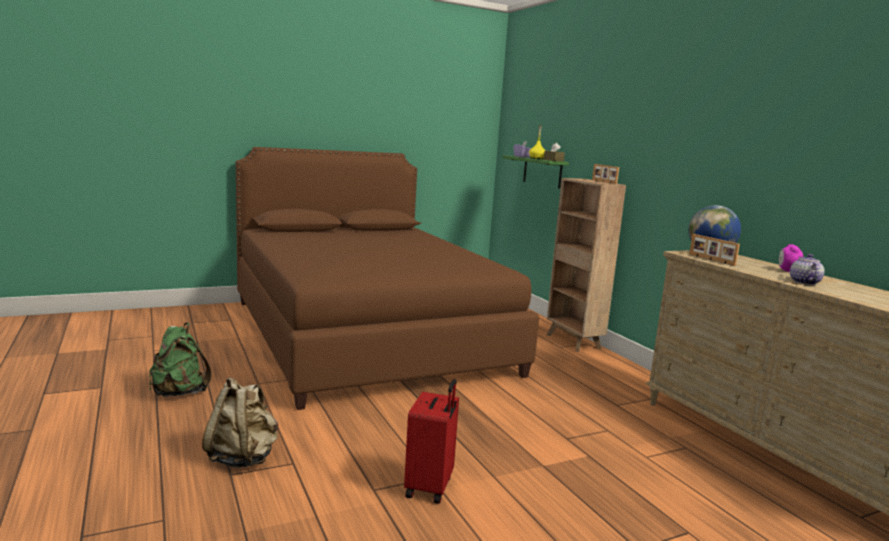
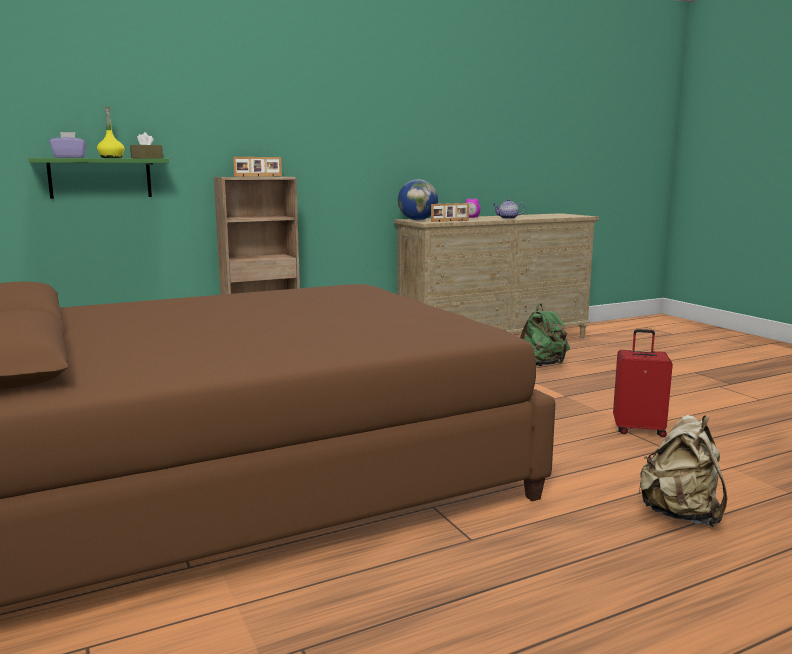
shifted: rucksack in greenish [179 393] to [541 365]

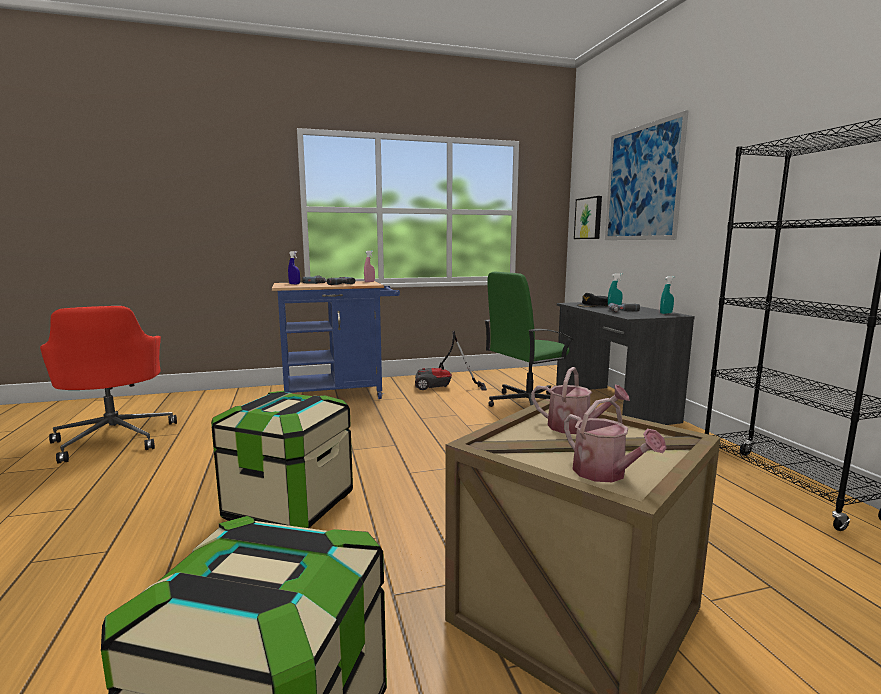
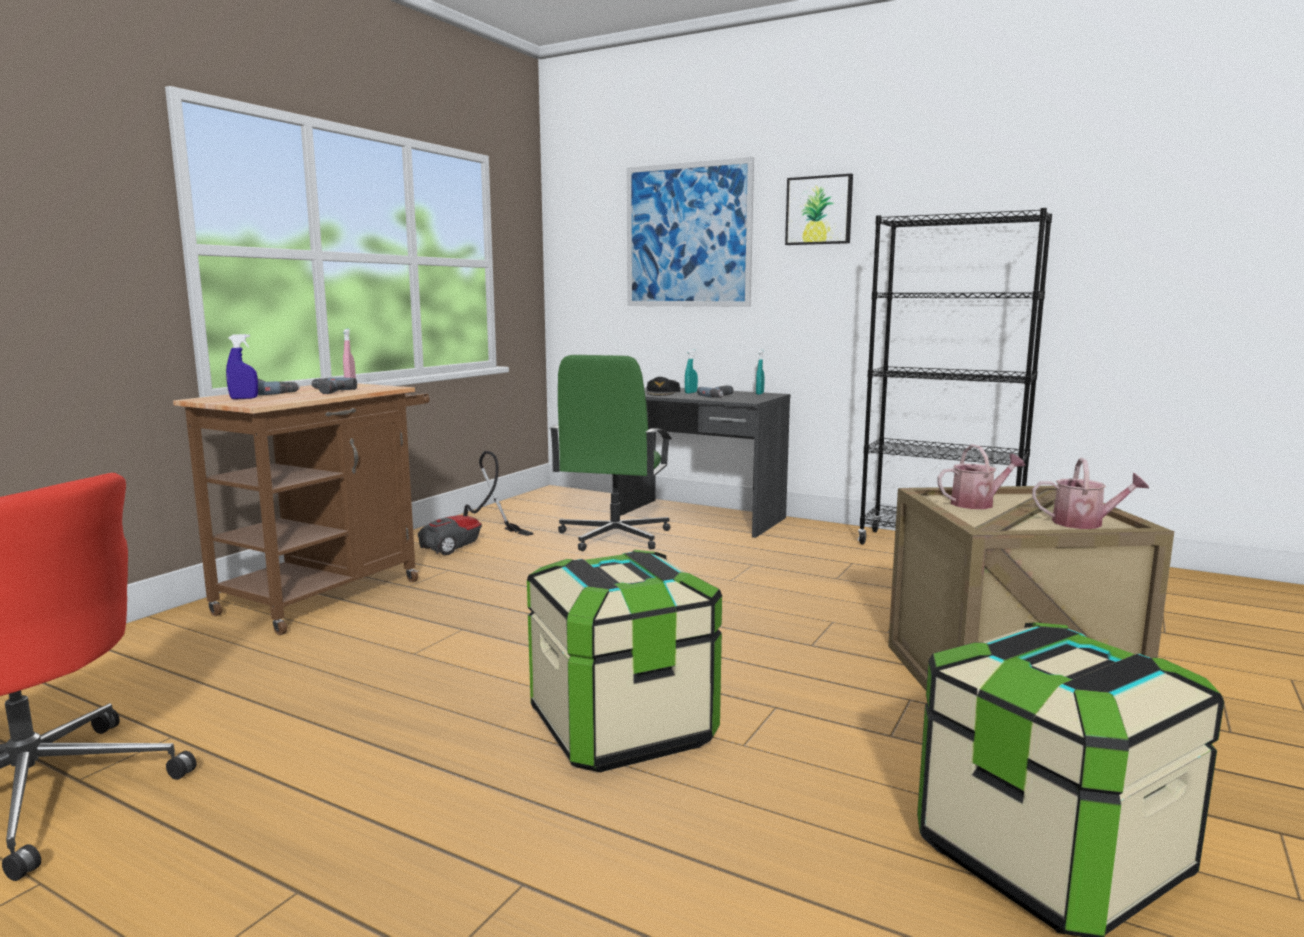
shifted: picture [589 218] to [819 210]
repainted: cart in bluish [340 394] to cart in brown-coloured [329 593]

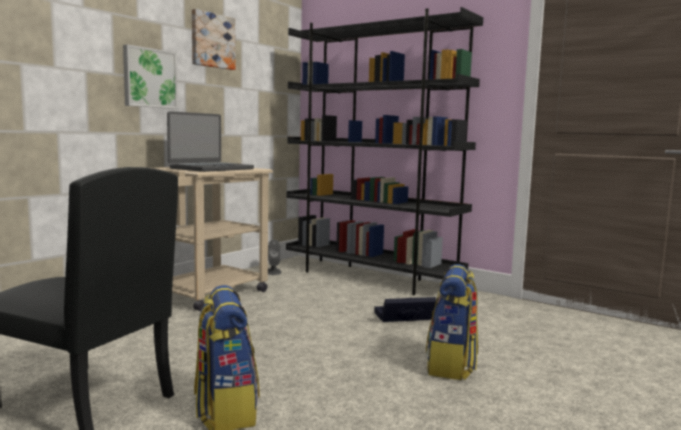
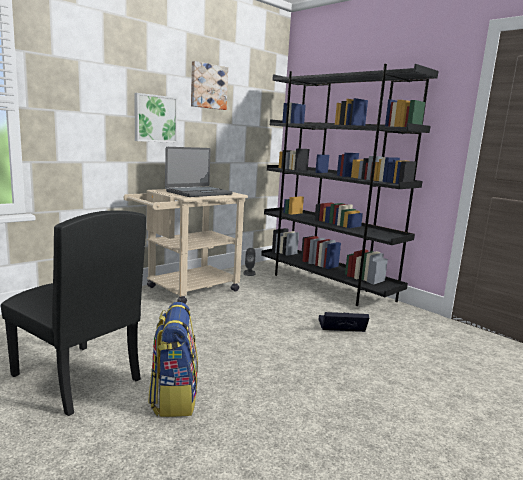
gone: rucksack [451 366]

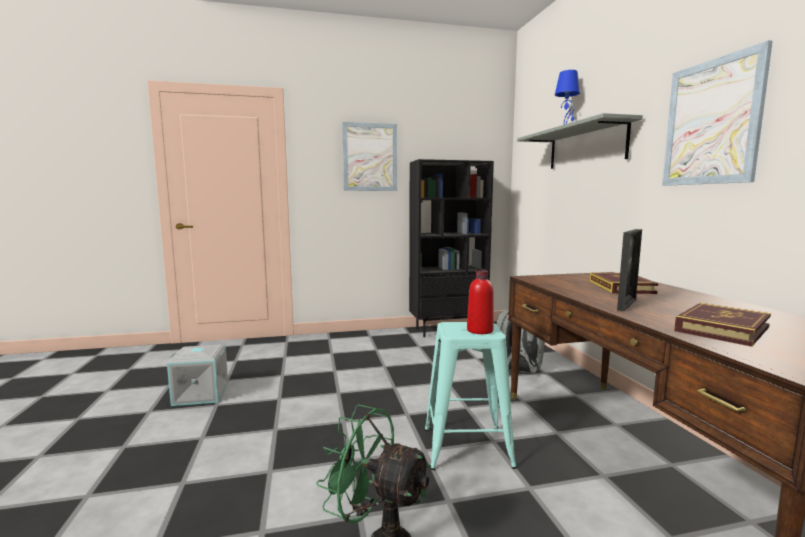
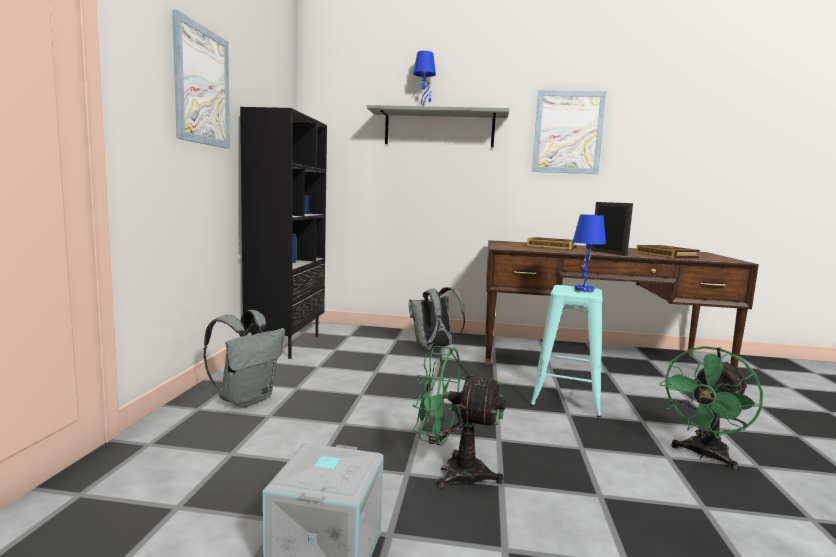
new: rucksack in grey [246 399]; cooling fan in greenish [453 472]
swapped: beverage bottle in red [480 330] to table lamp in bluish [583 289]

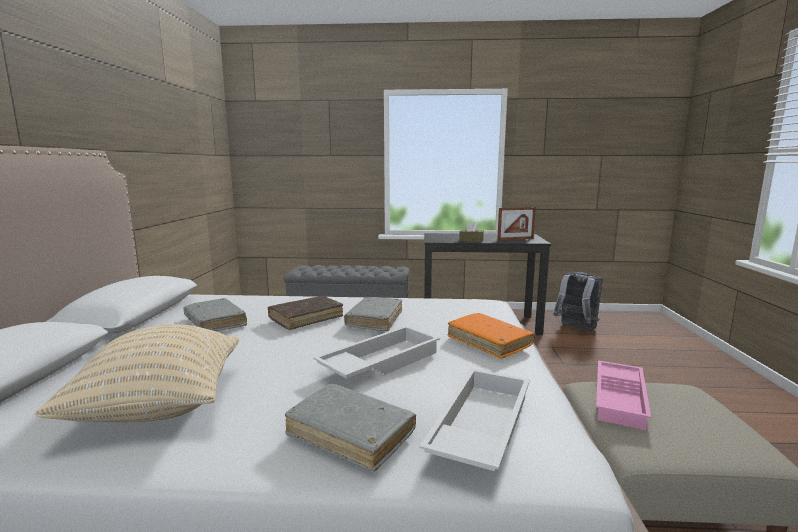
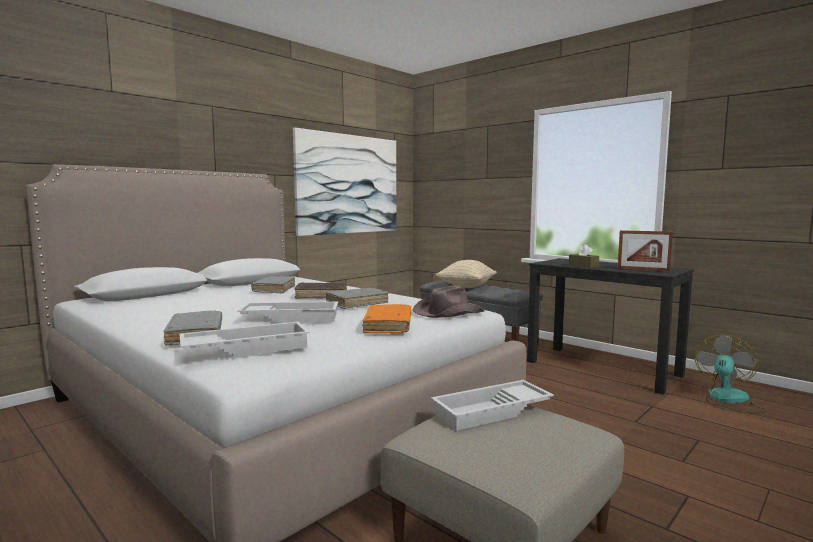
new: picture [348 184]; hat in brown-coloured [447 312]
shifted: throw pillow in sand-coloured [160 407] to [466 287]
swapped: rucksack in grey [576 328] to cooling fan [728 400]
repainted: carrying tray in pink [621 399] to carrying tray in white-coloured [492 412]

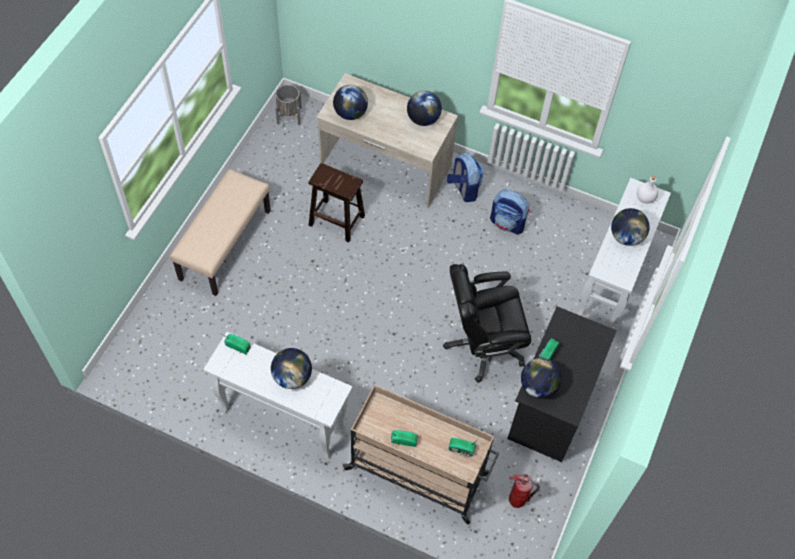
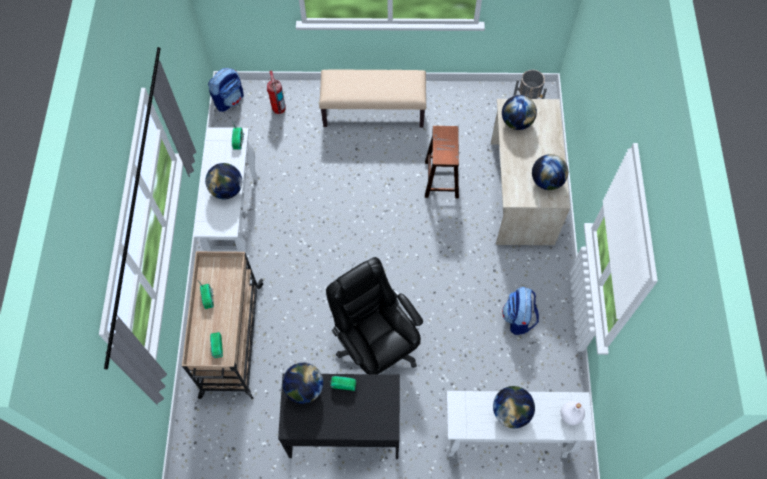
shifted: rucksack [463 189] to [229 100]; fire extinguisher [517 500] to [278 109]

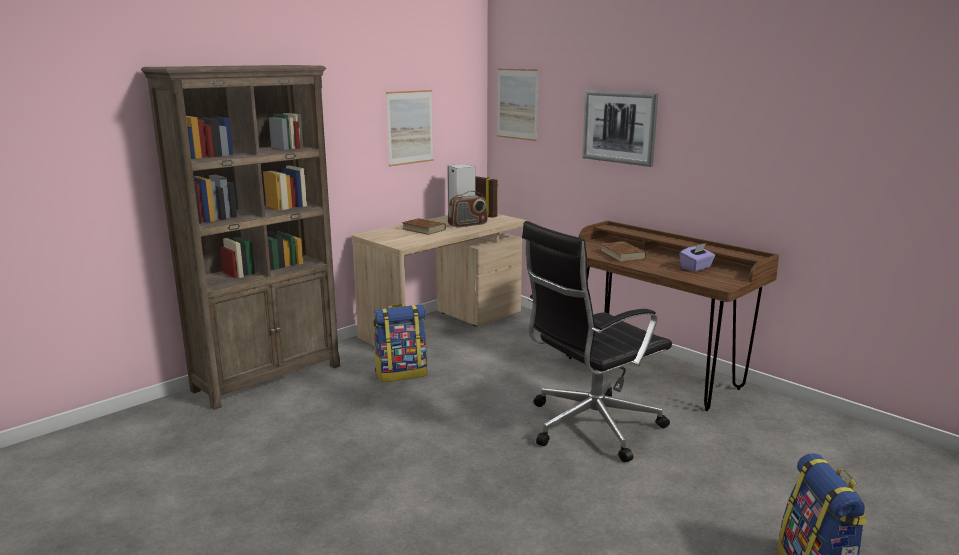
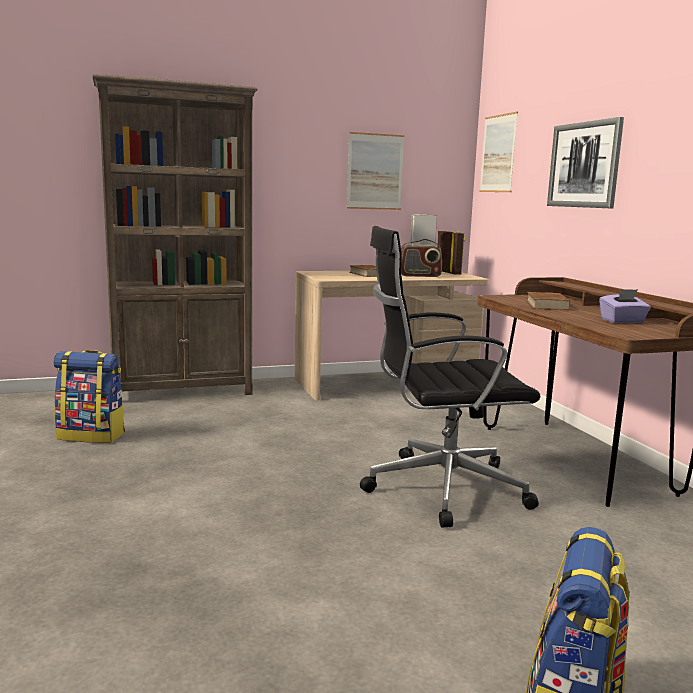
shifted: rucksack [401 373] to [92 435]

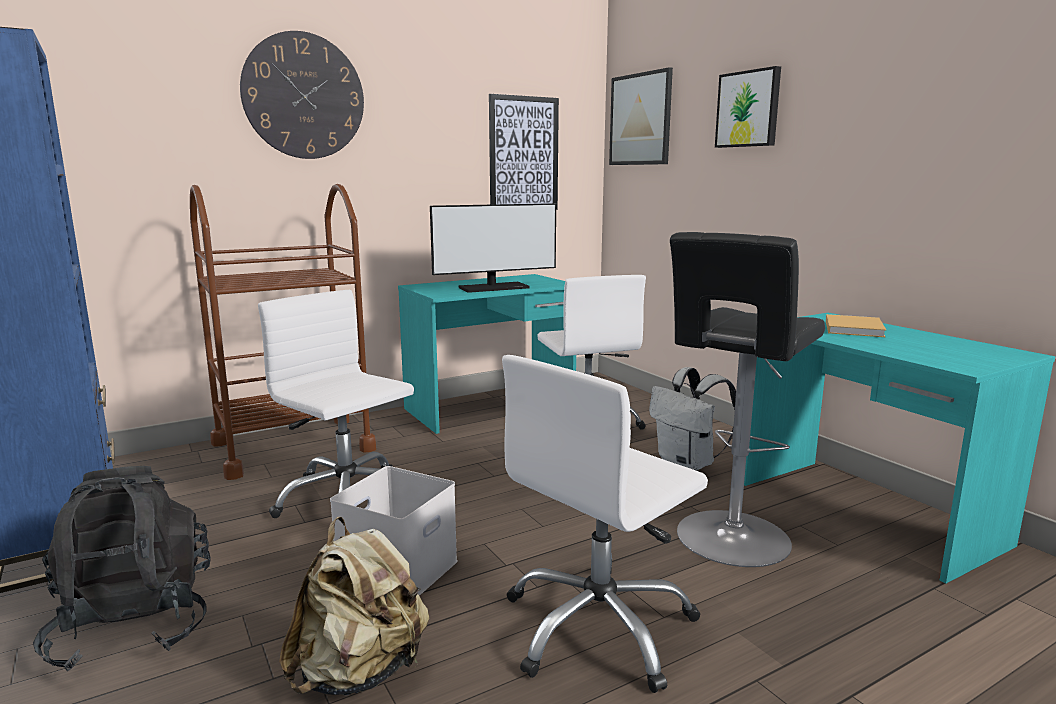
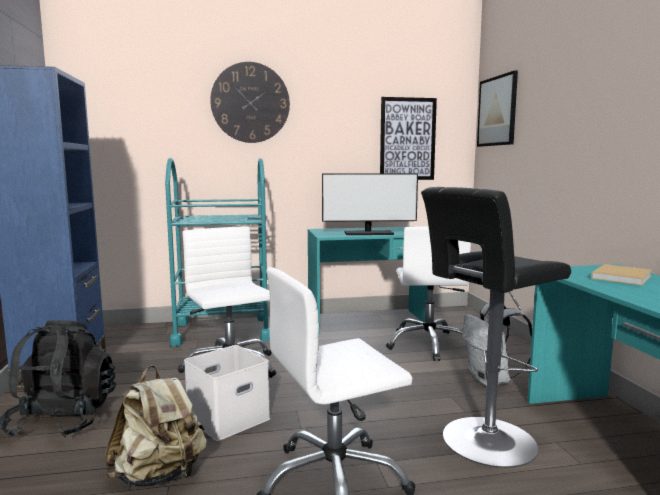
gone: picture [748 109]
repainted: cart in brown-coloured [293 446] to cart in turquoise-coloured [222 331]

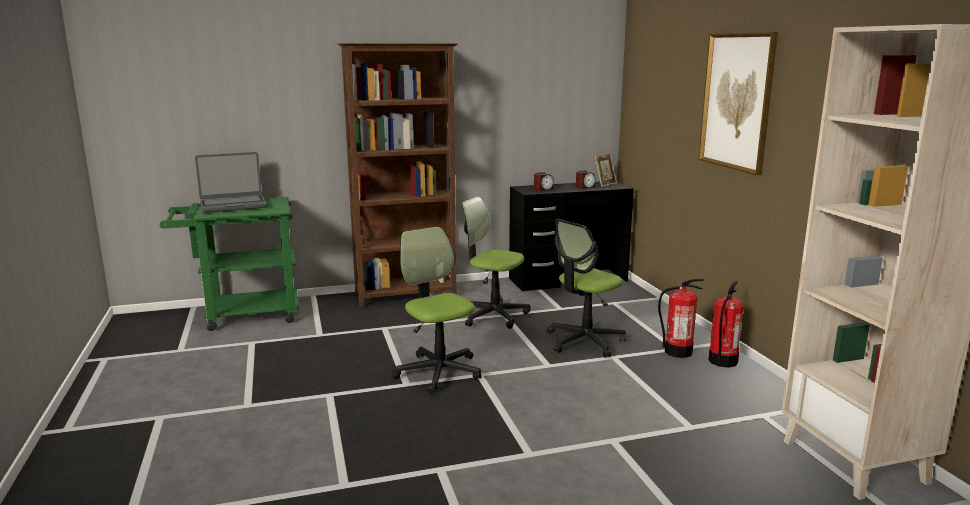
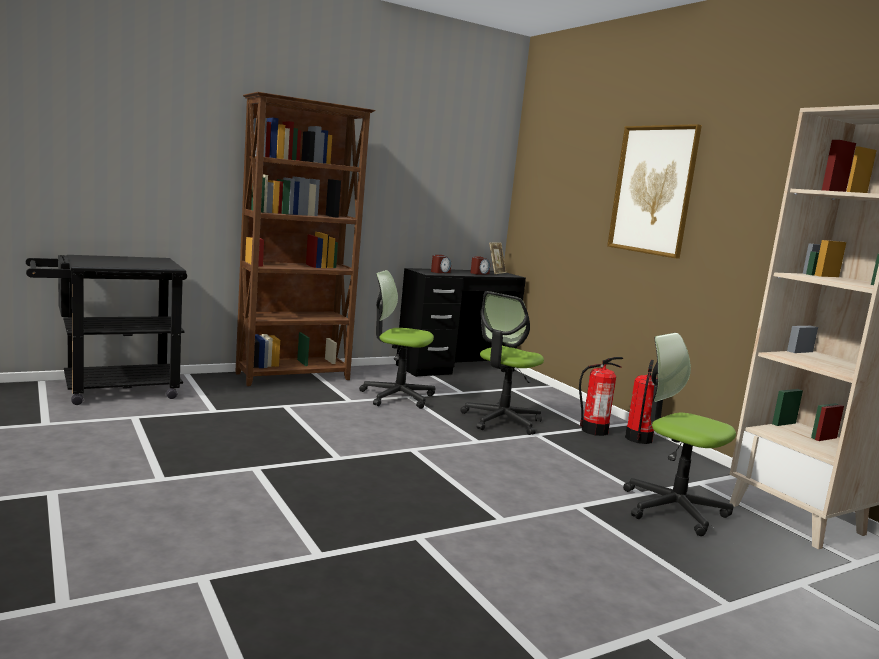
gone: notebook computer [233 205]
shifted: desk chair [438 371] to [673 509]
repainted: cart in greenish [242 315] to cart in black [109 390]

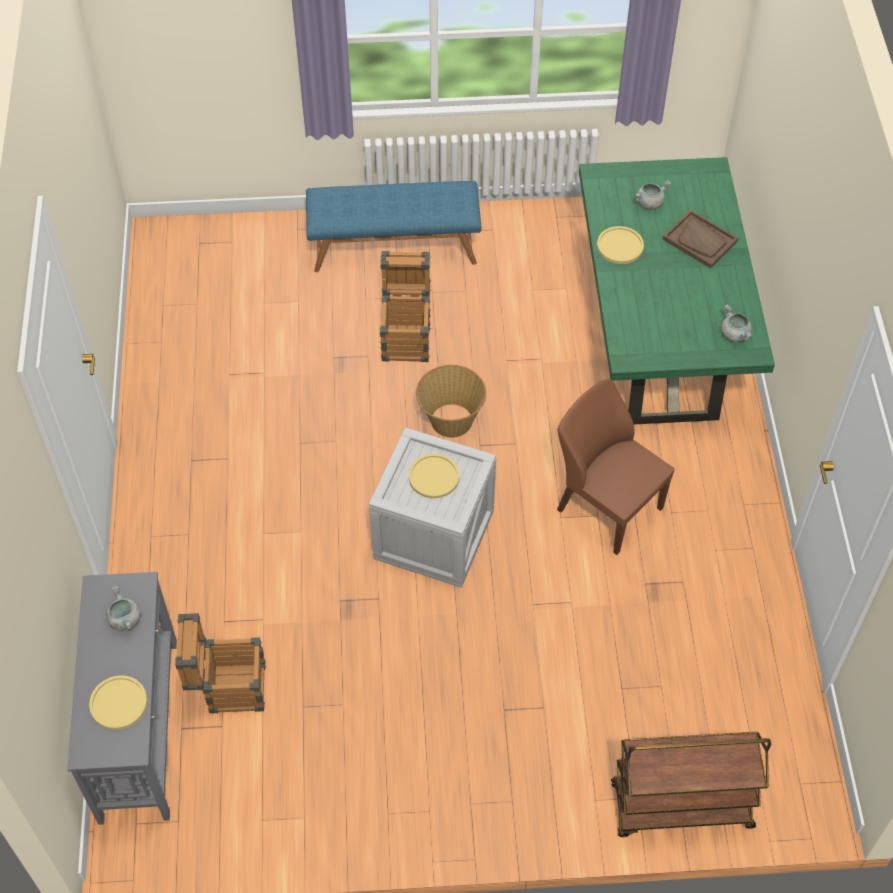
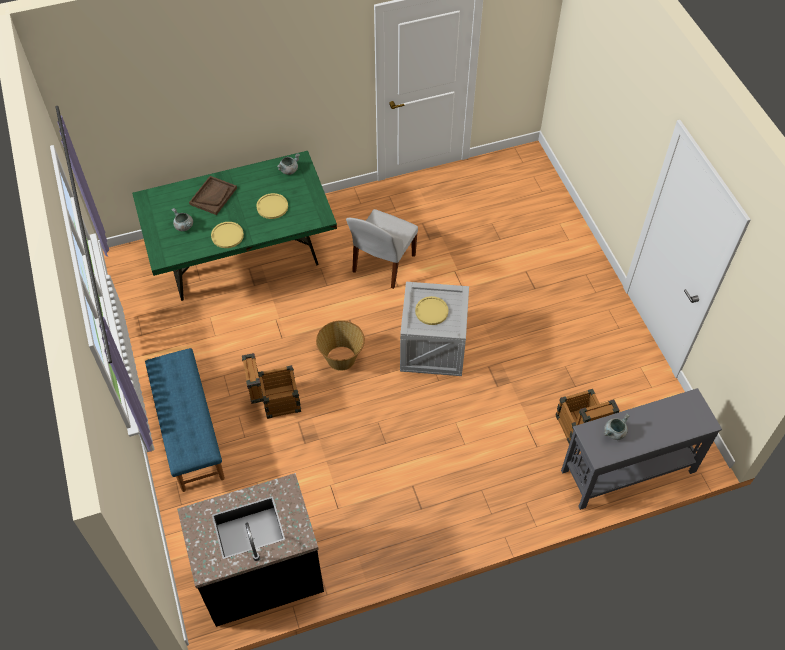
gone: cart in brown-coloured [680 807]
new: counter in black [261 574]
shifted: dinner plate in yellow-coloured [118 703] to [272 206]
repainted: upright chair in brown-coloured [607 507] to upright chair in white-coloured [383 265]

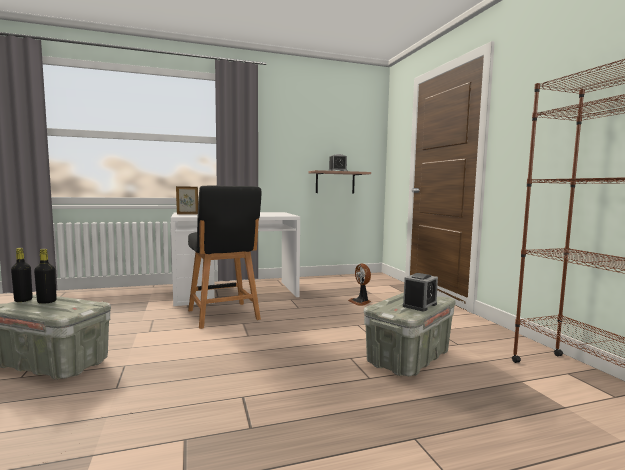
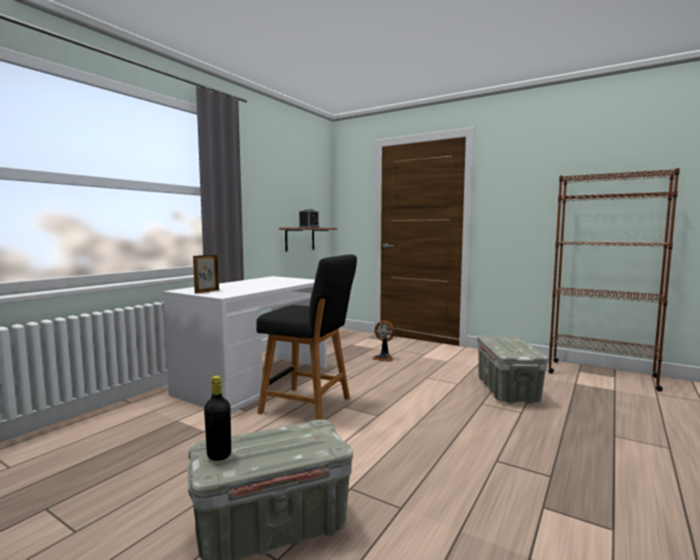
gone: beverage bottle in black [47 301]; alarm clock [419 305]

